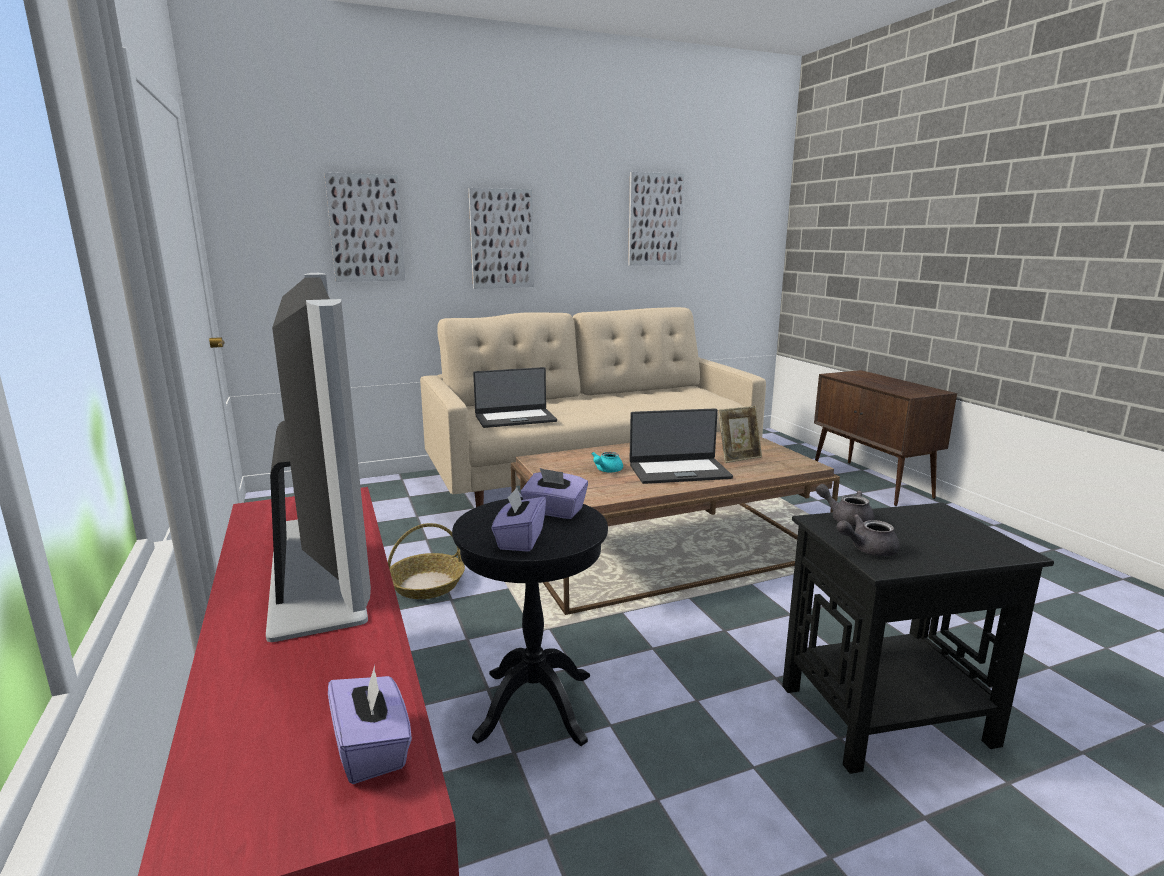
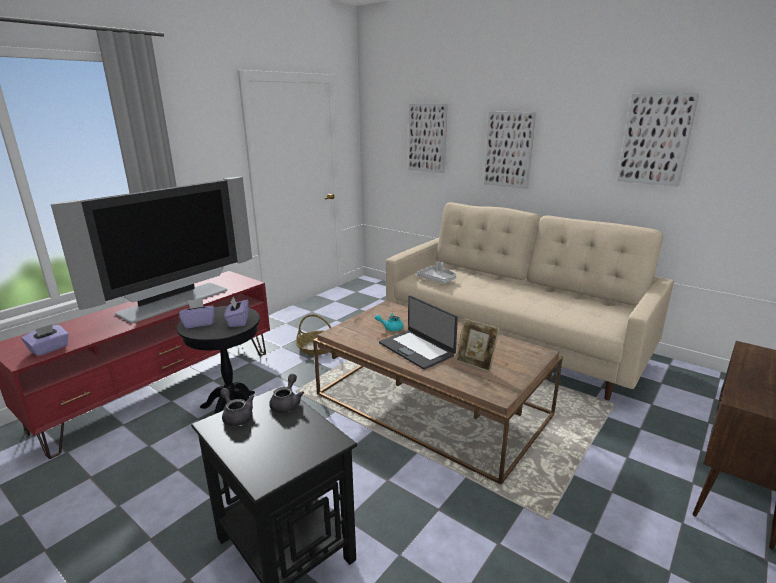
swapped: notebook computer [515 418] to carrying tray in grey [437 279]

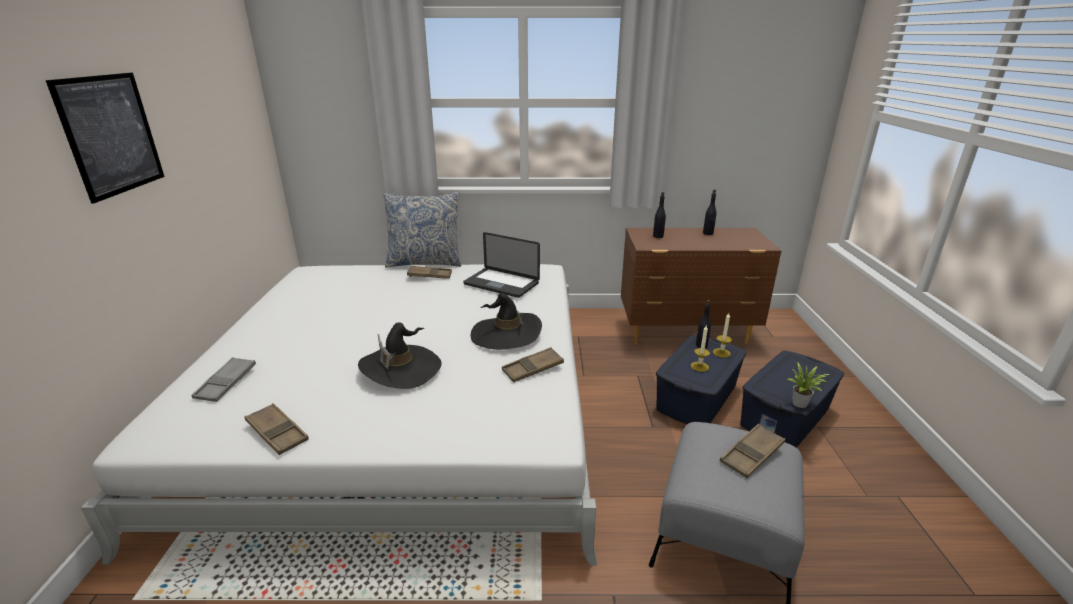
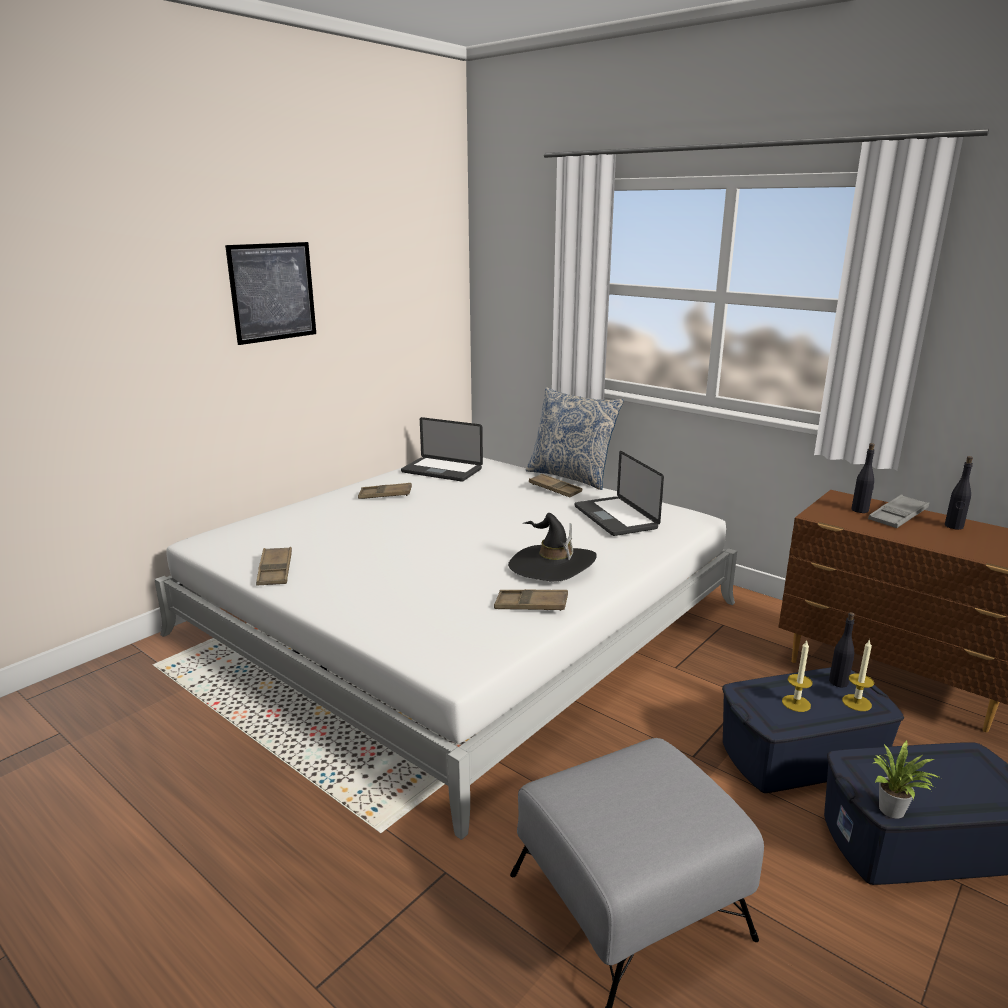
gone: hat in black [401 368]
new: notebook computer [442 470]
shifted: carrying tray in grey [226 383] to [897 516]; carrying tray in brown-coloured [751 455] to [385 495]

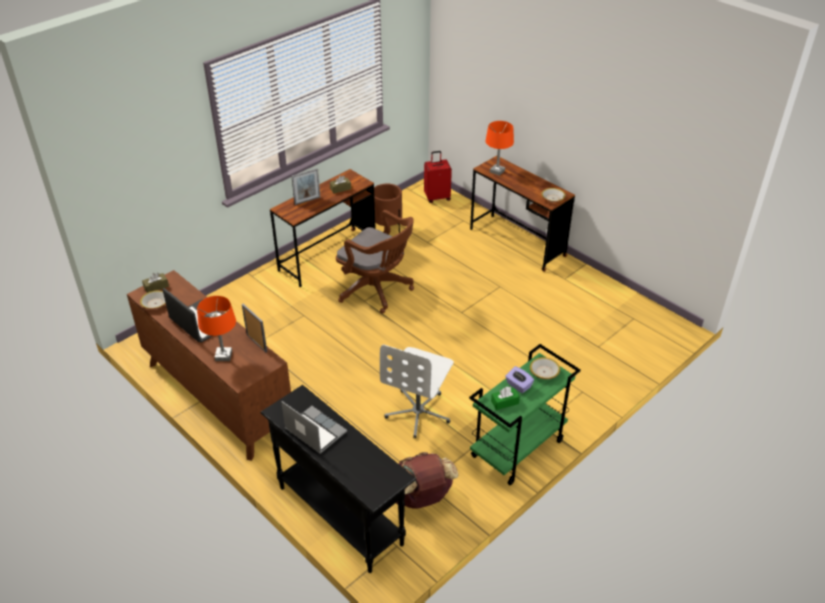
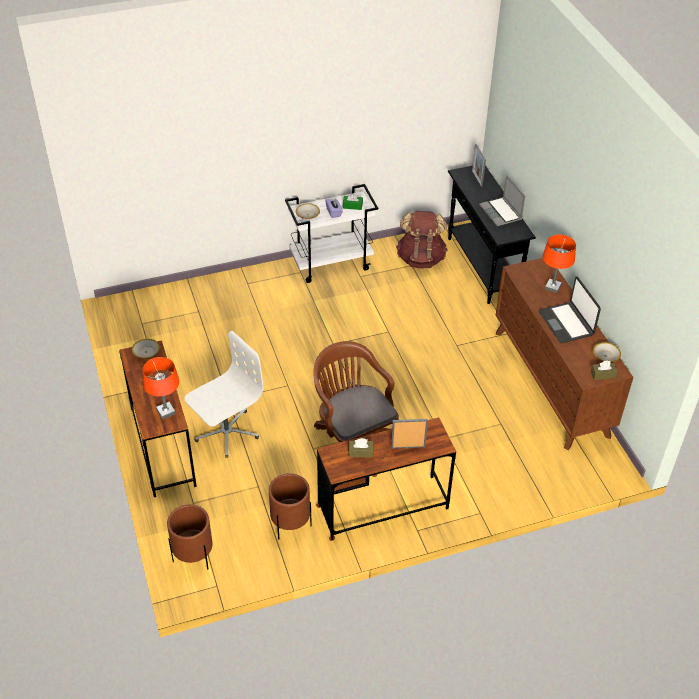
shifted: photo frame [257 343] to [477 178]; desk chair in white-coloured [418 412] to [226 432]
swapped: piece of luggage in red [437 197] to flower pot in brown-coloured [193 556]
repainted: cart in greenish [517 450] to cart in white-coloured [332 263]

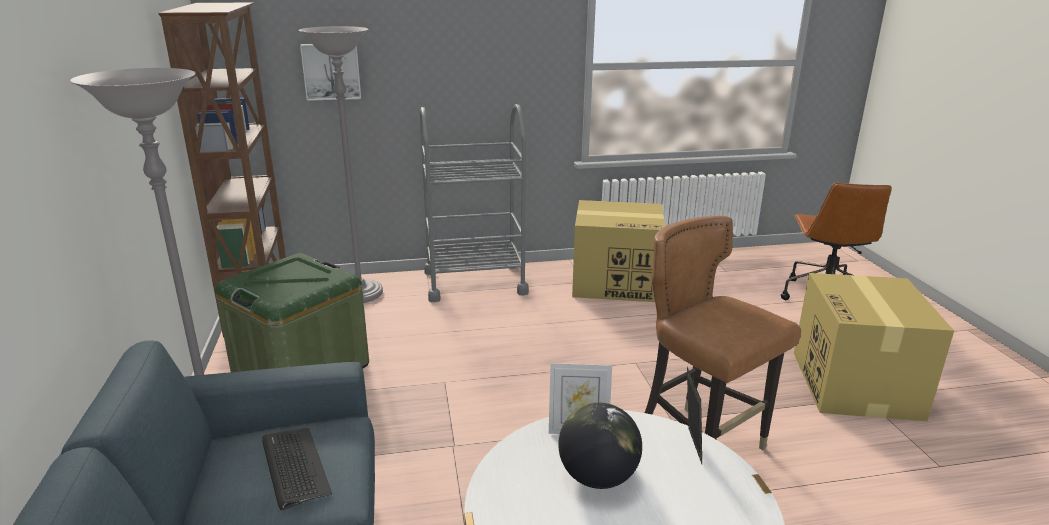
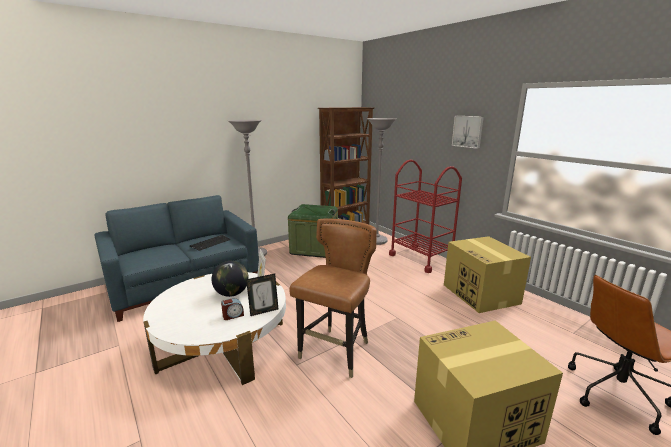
new: alarm clock [233 315]
shifted: picture [331 71] to [468 131]
repainted: cart in grey [475 282] to cart in red [421 258]

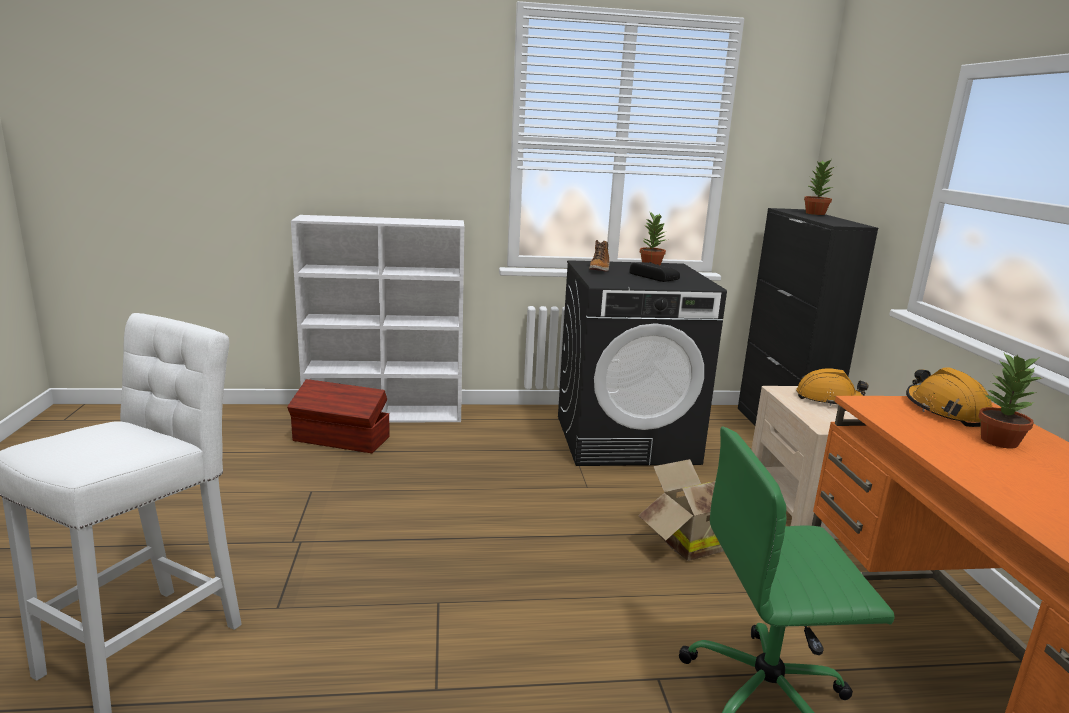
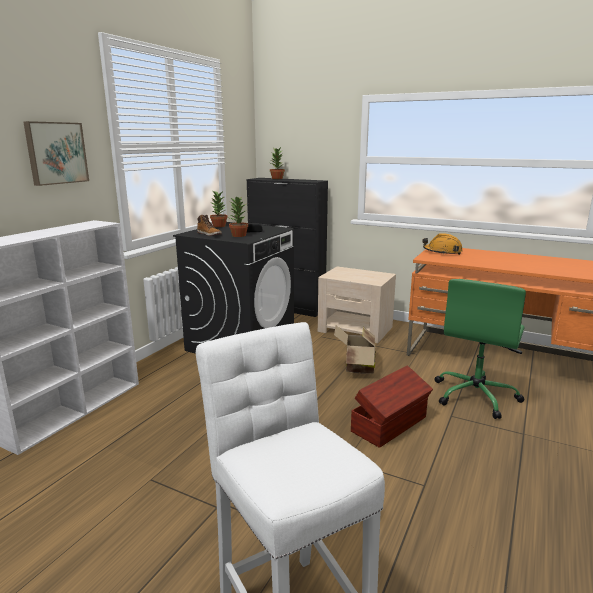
gone: safety helmet in orange-coloured [828 399]
new: picture [56 153]
shifted: storage container in brown-coloured [341 439] to [390 424]; houseplant [997 441] to [238 235]

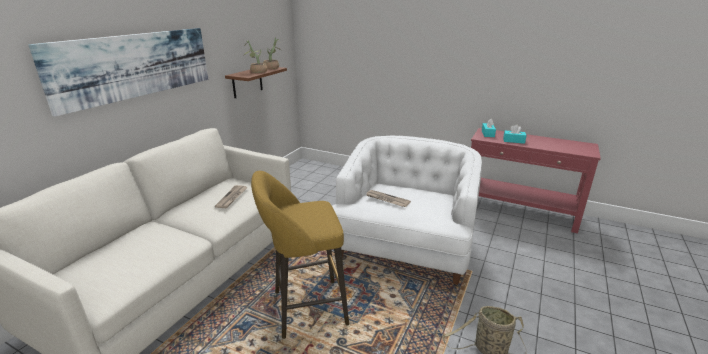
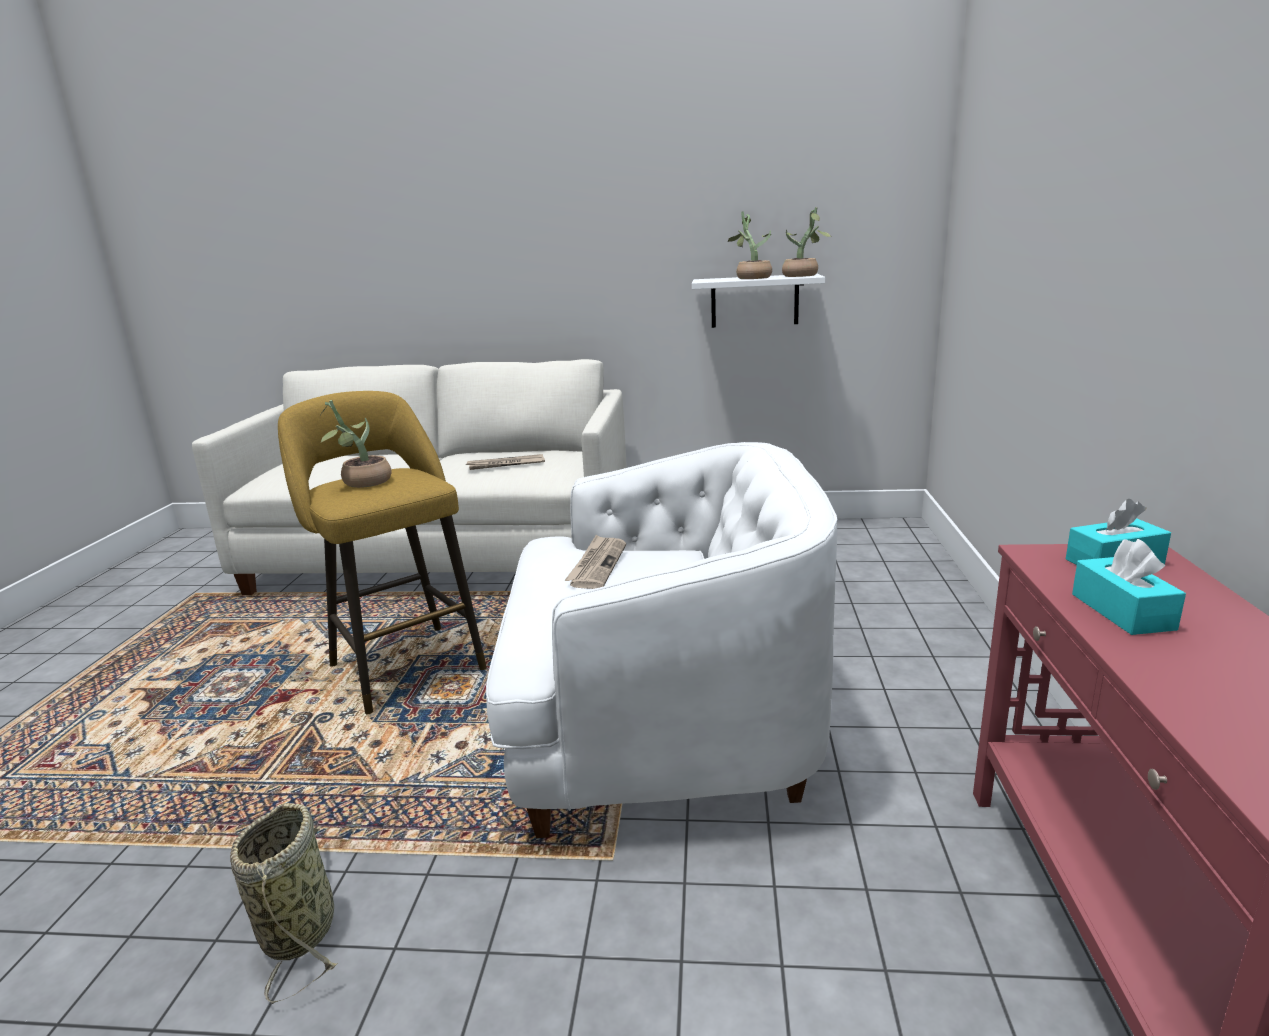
gone: picture [135 65]
new: houseplant [361 482]
repainted: bracket shelf in brown-coloured [247 82] to bracket shelf in white-coloured [754 301]

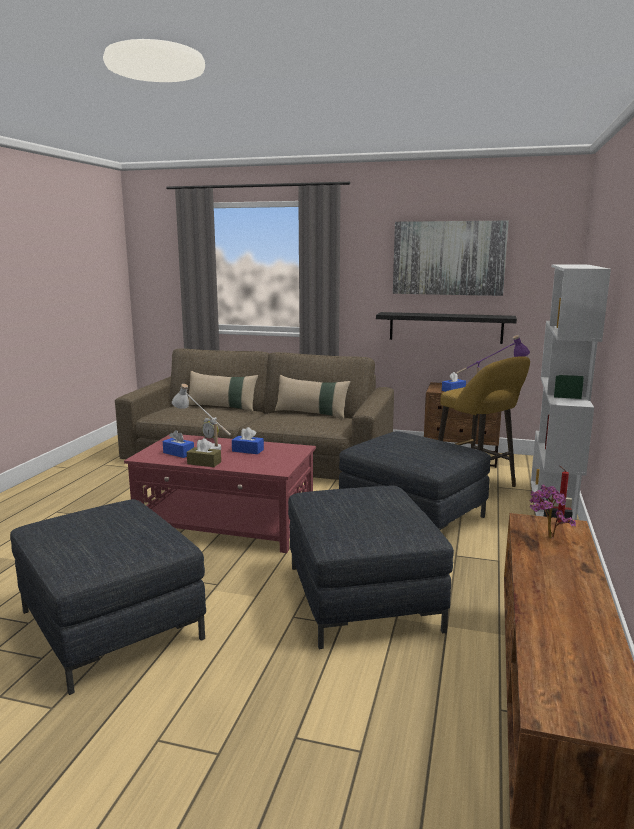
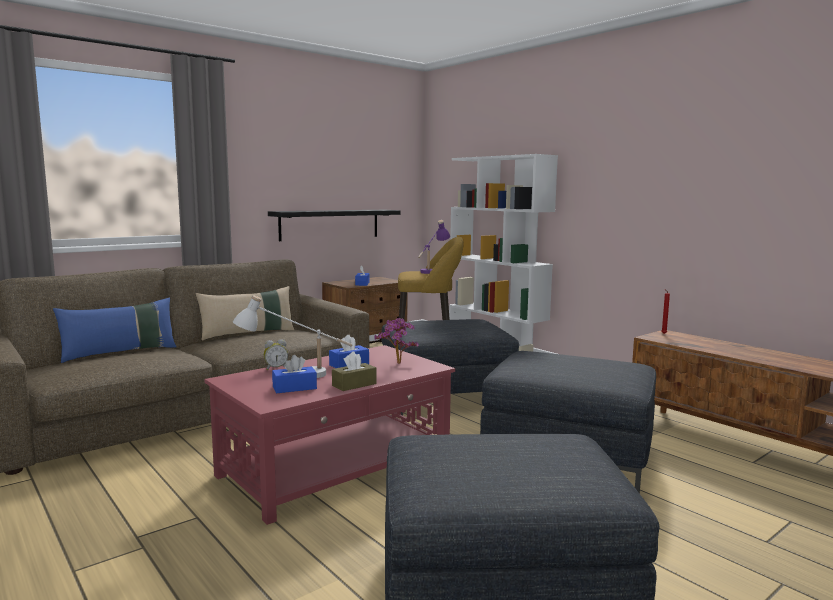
gone: picture [448 258]
shifted: houseplant [546 538] to [397 364]
repainted: throw pillow in sand-coloured [222 407] to throw pillow in bluish [120 353]

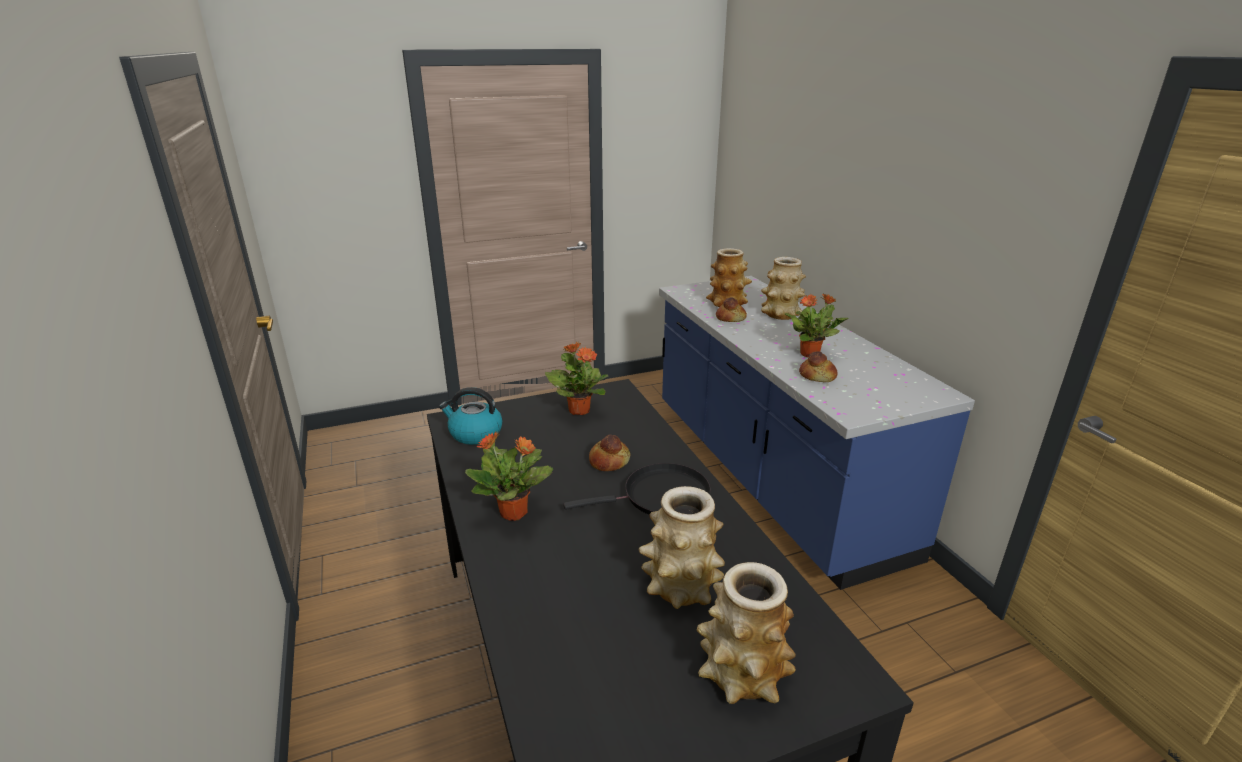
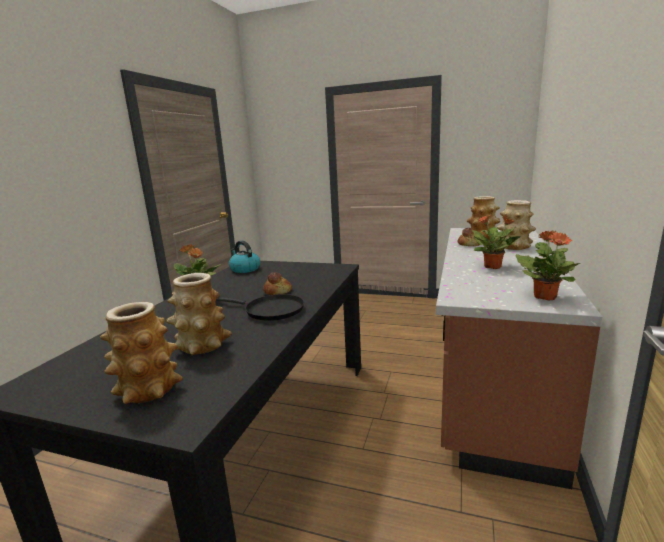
gone: baked bread [817 376]
shifted: houseplant [579 410] to [544 296]
repainted: counter in bluish [770 475] to counter in brown-coloured [489 379]

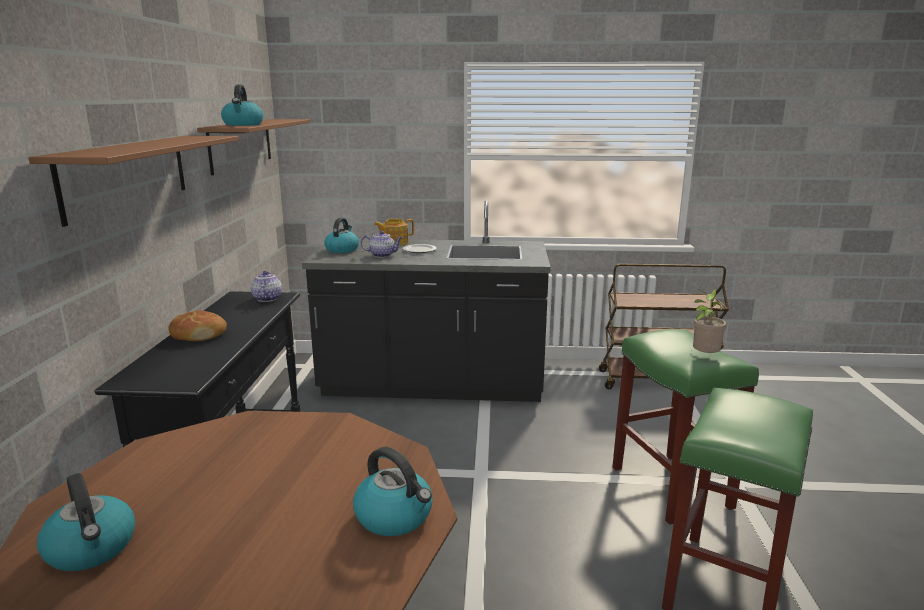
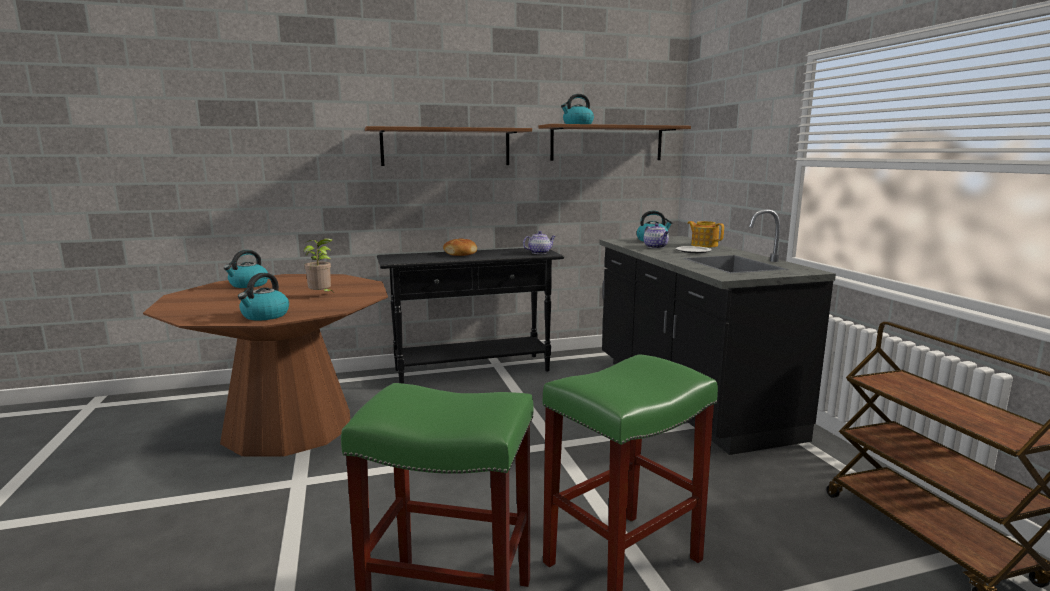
shifted: houseplant [703 357] to [322 296]

